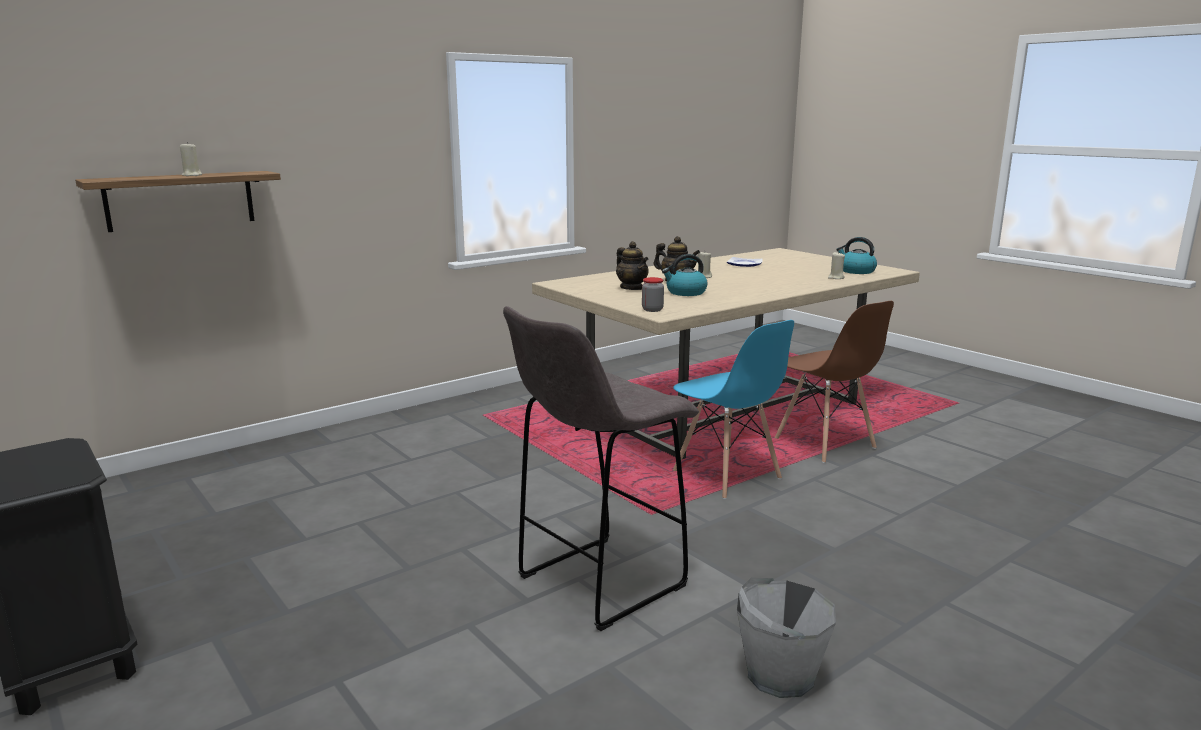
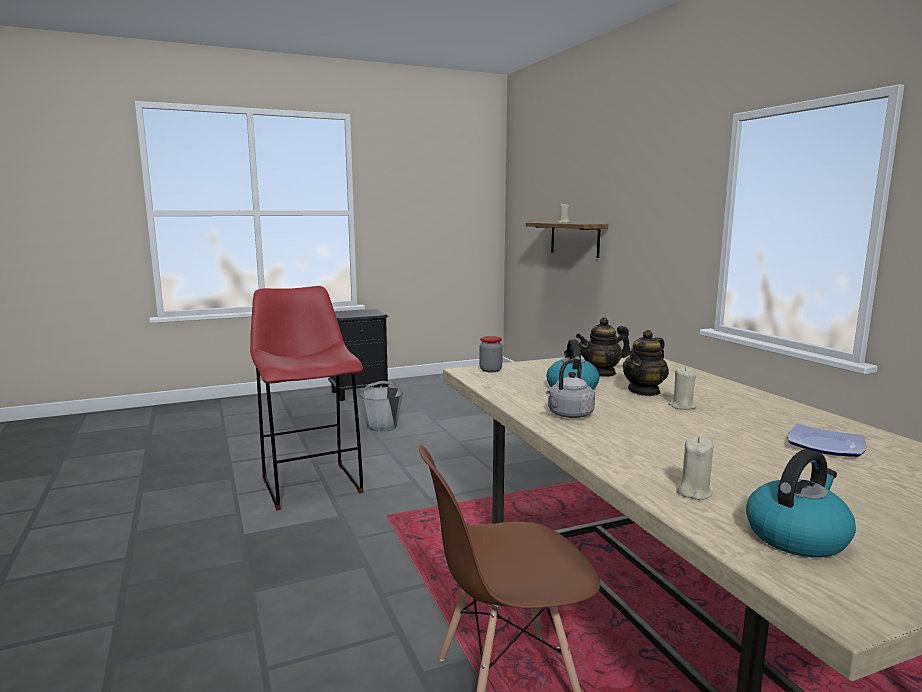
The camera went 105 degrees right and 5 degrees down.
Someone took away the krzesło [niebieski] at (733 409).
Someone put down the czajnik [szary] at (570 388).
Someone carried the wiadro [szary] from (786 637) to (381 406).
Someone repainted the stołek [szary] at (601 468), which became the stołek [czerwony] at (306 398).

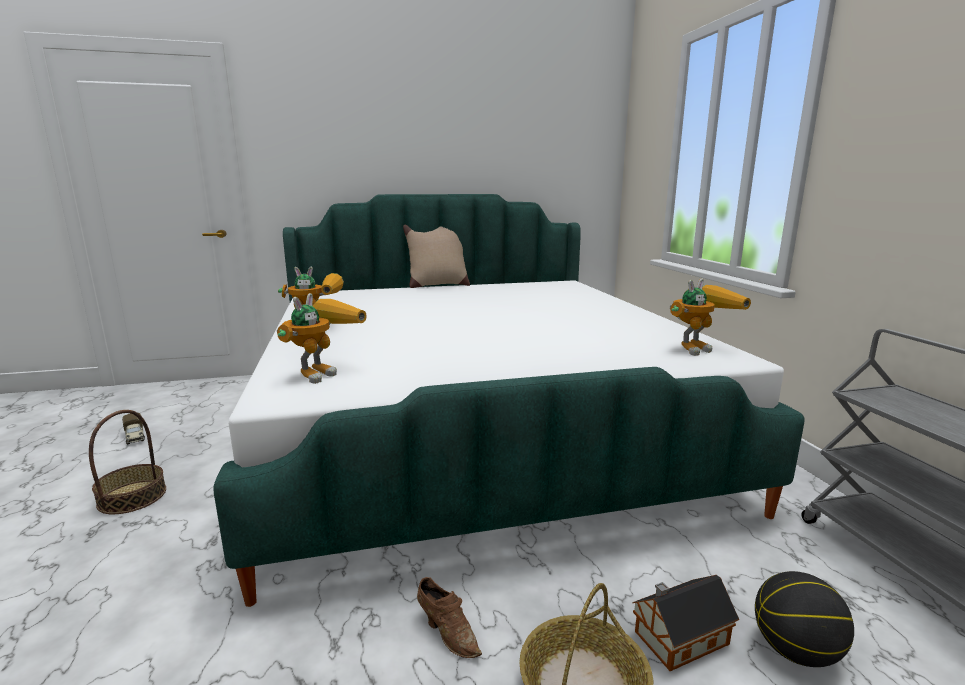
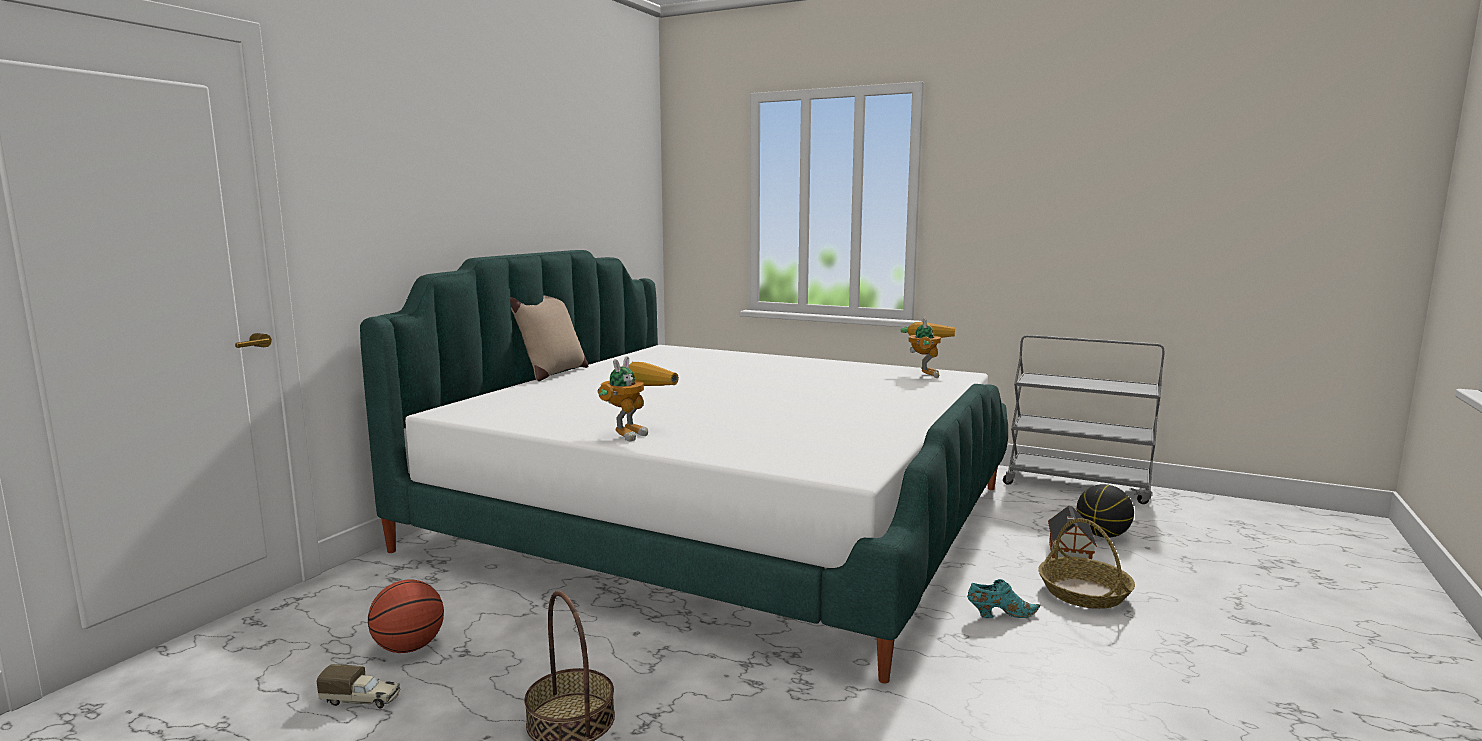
The camera went 50 degrees left and 5 degrees down.
Someone took away the robot zabawkowy at (322 338).
Someone put down the piłka do koszykówki at (406 616).
Someone repainted the but [brązowy] at (449 617), which became the but [turkusowy] at (1004 598).

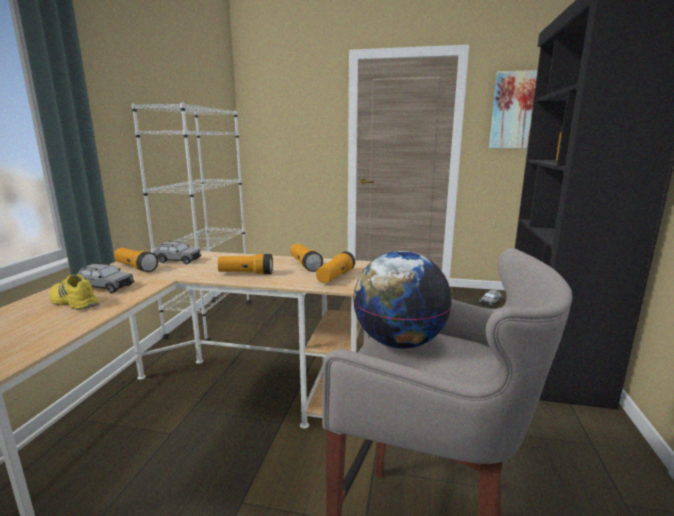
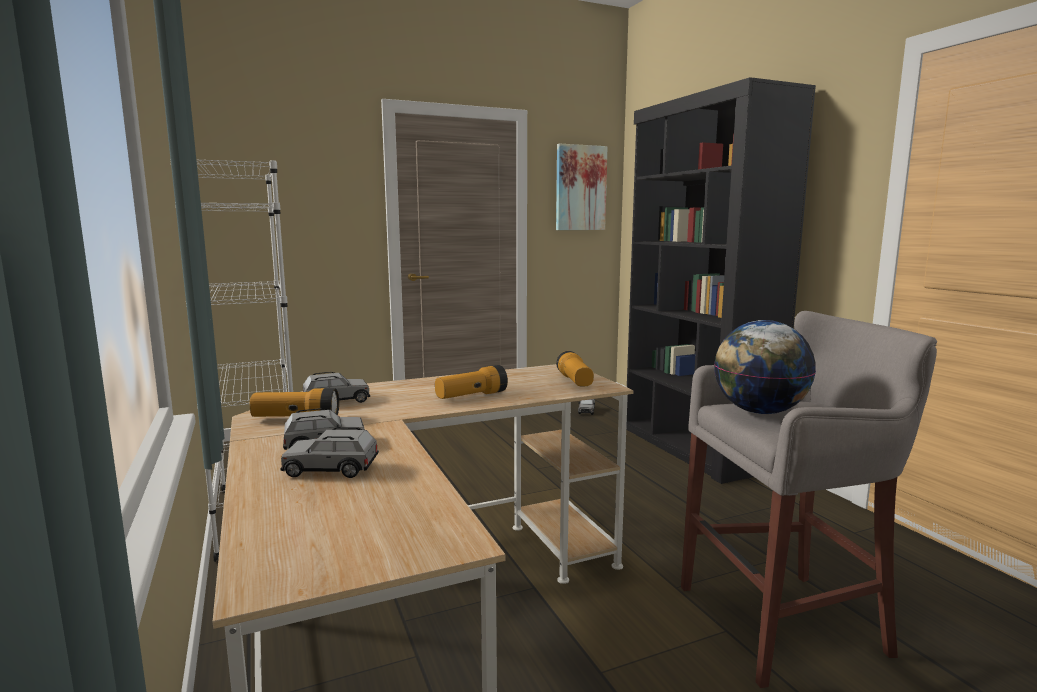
The camera went 35 degrees left and 5 degrees down.
Someone took away the latarka at (306 258).
Someone swapped the but [żółty] at (74 292) for the samochodzik [szary] at (329 452).

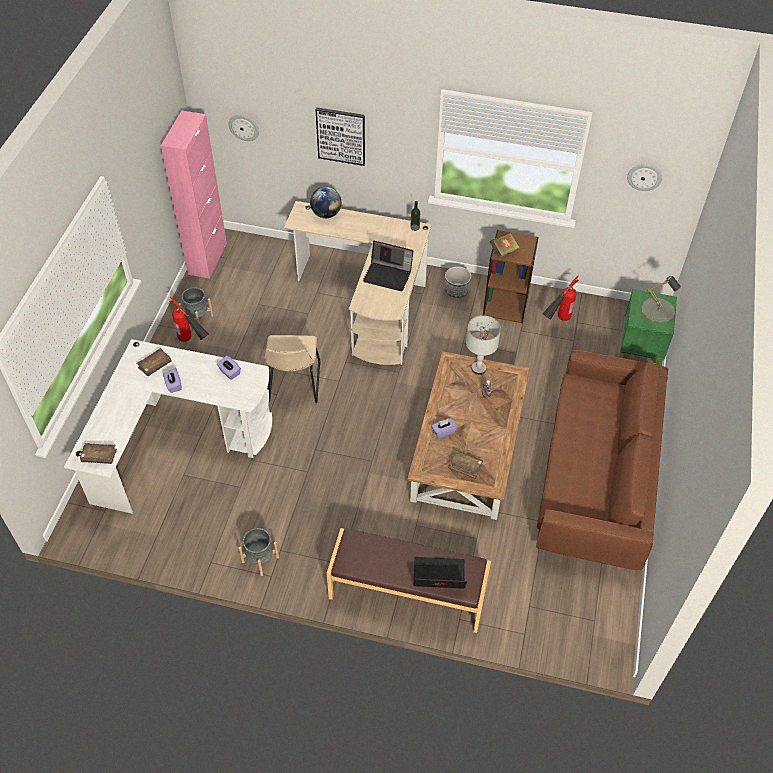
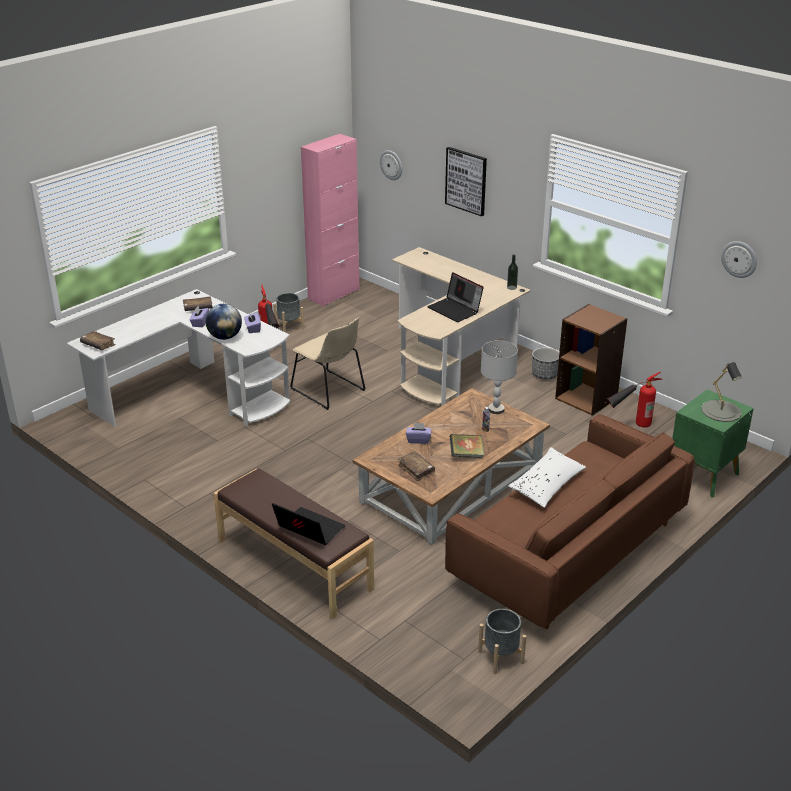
The camera went 30 degrees right and 20 degrees down.
Someone put down the poduszka [biały] at (547 477).
Someone carried the donica [szary] from (259 552) to (502 641).
Someone carried the globus from (325 202) to (224 322).
Someone carried the książka from (505 245) to (467 446).
Someone rotated the krzesło [beżowy] at (292 369) by 75 degrees counterclockwise.

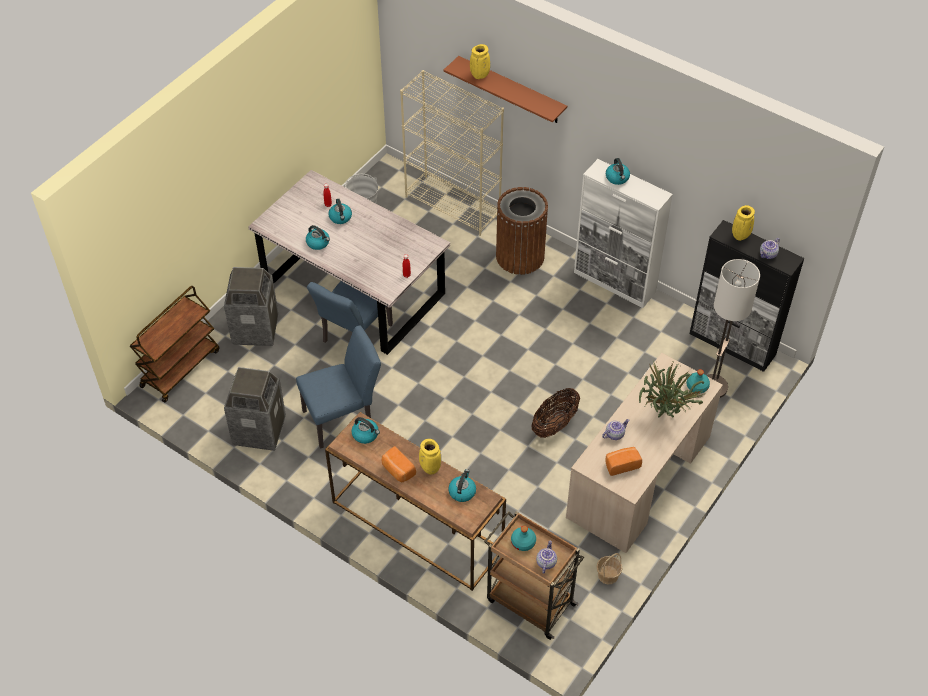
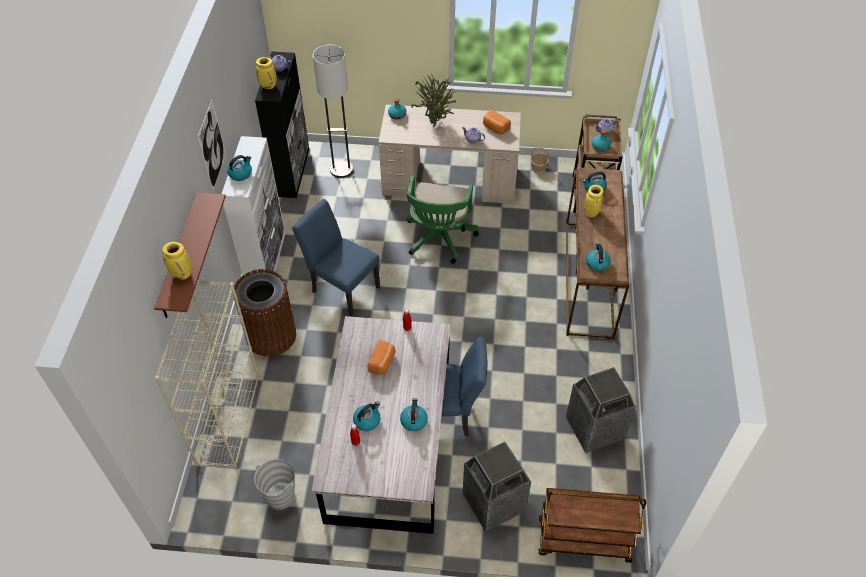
The camera went 120 degrees left and 0 degrees up.
Someone put up the obraz at (211 145).
Someone carried the krzesło [niebieski] from (338 387) to (336 257).
Someone carried the chleb from (399 464) to (381 357).
Someone swapped the koszyk at (555 413) for the krzesło biurowe [zielony] at (442 220).

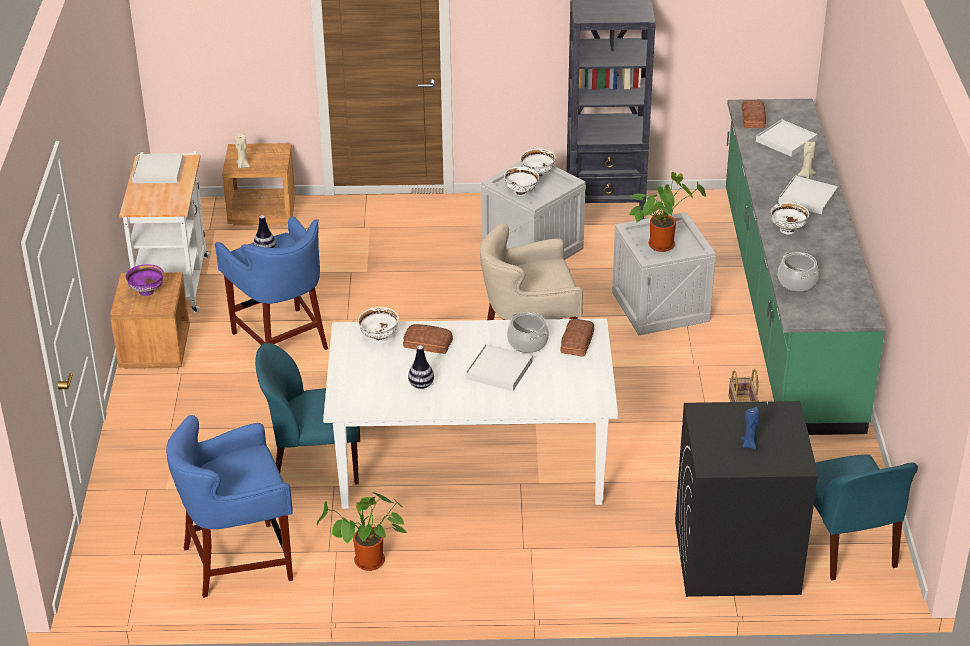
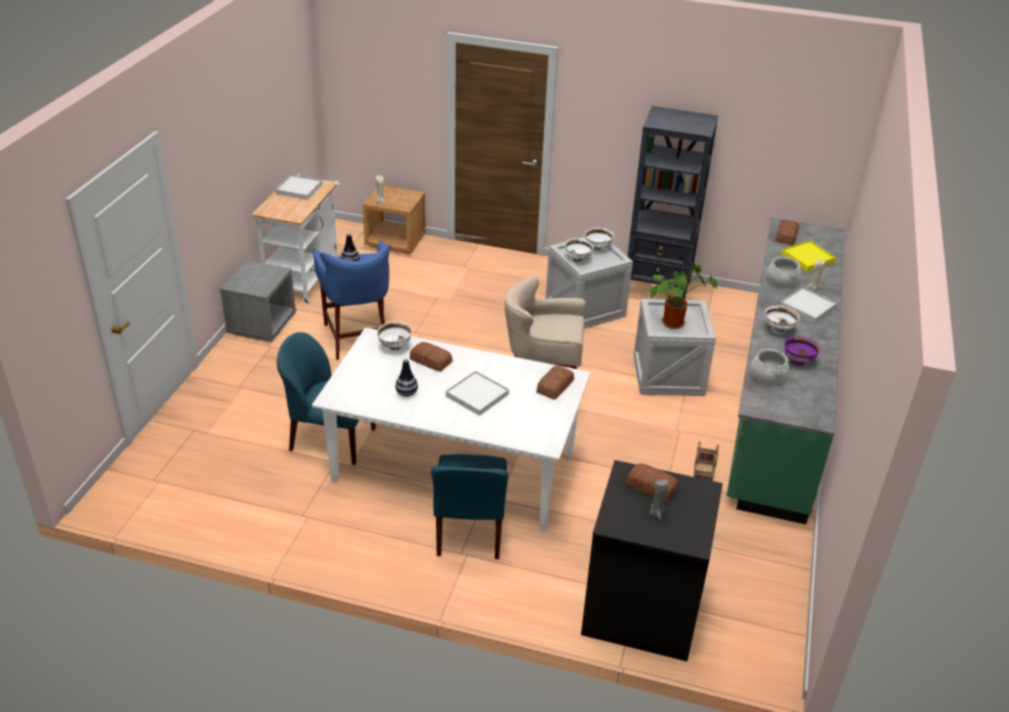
The camera went 15 degrees right and 0 degrees up.
Someone took away the stołek [niebieski] at (229 506).
Someone took away the roślina doniczkowa at (362 531).
Someone put down the chleb at (652 482).
Someone carried the miska [fioletowy] from (145 280) to (802 351).
Someone carried the garnek from (528 332) to (784 272).
Someone carried the krzesło [niebieski] from (866 517) to (469 506).
Someone repainted the szafka nocna [brązowy] at (150 320), which became the szafka nocna [szary] at (258 301).
Someone repainted the świeca [niebieski] at (750 428), which became the świeca [szary] at (658 499).
Someone repainted the taca [biały] at (787 138), which became the taca [żółty] at (808 255).

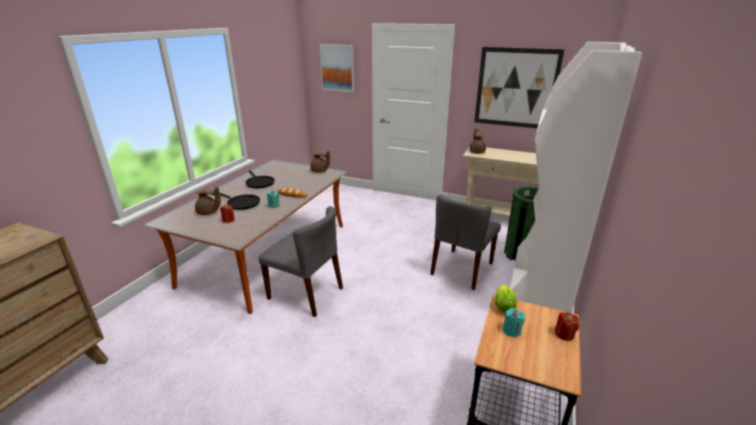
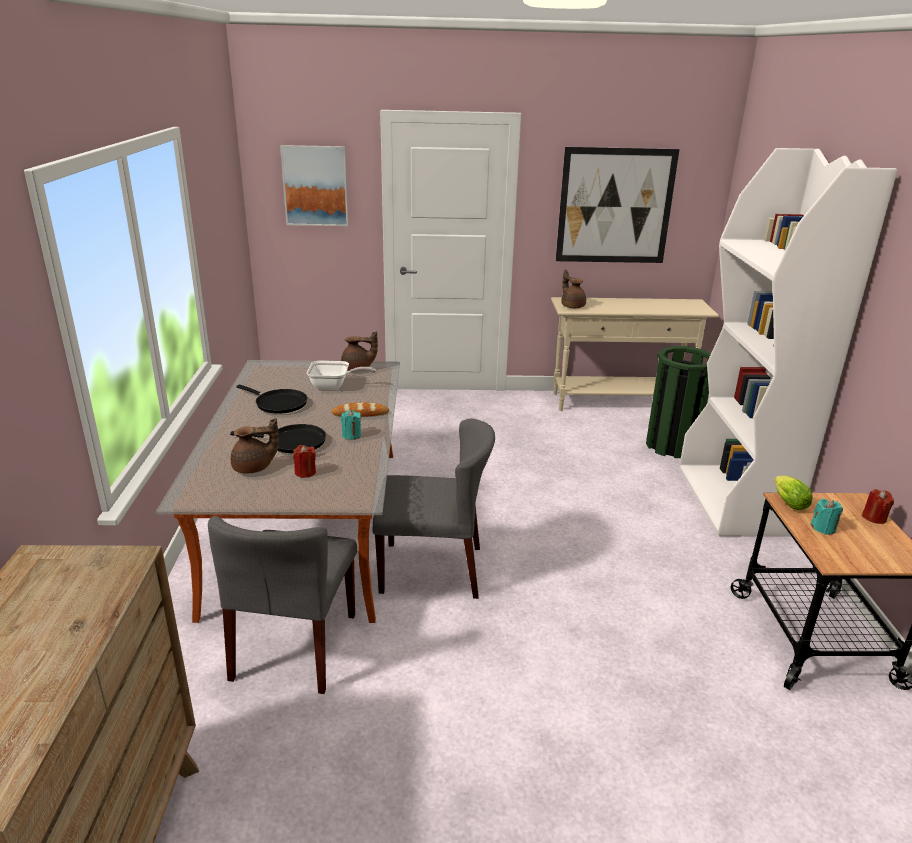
The camera went 25 degrees left and 0 degrees up.
Someone put down the patelnia at (341 375).
Someone carried the krzesło [szary] from (465 242) to (282 605).

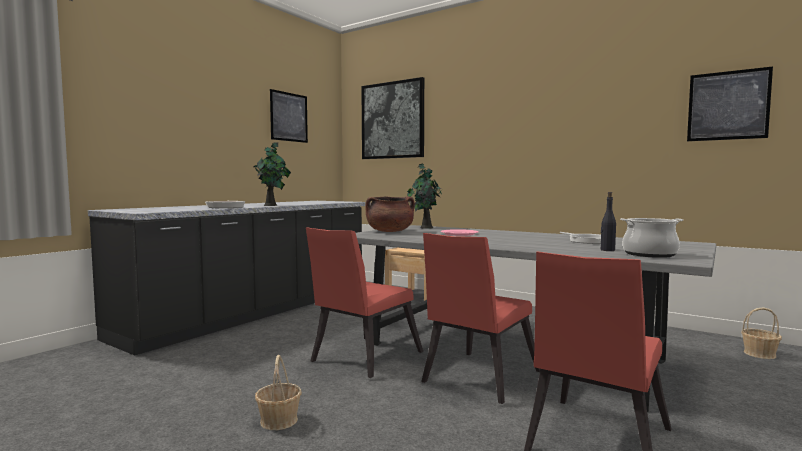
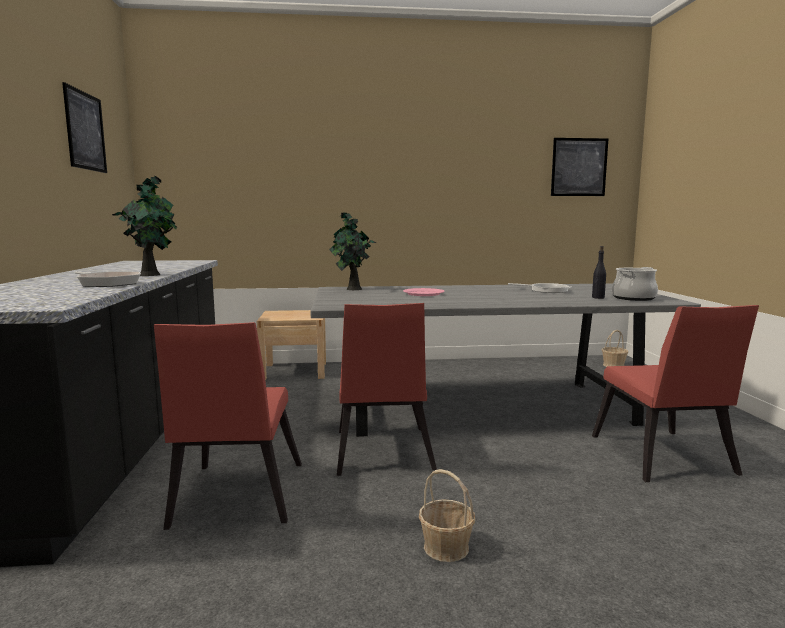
The camera went 40 degrees left and 5 degrees up.
Someone took away the obraz at (392 118).
Someone took away the garnek [brązowy] at (390 214).
Someone carried the krzesło [czerwony] from (480 318) to (228 426).

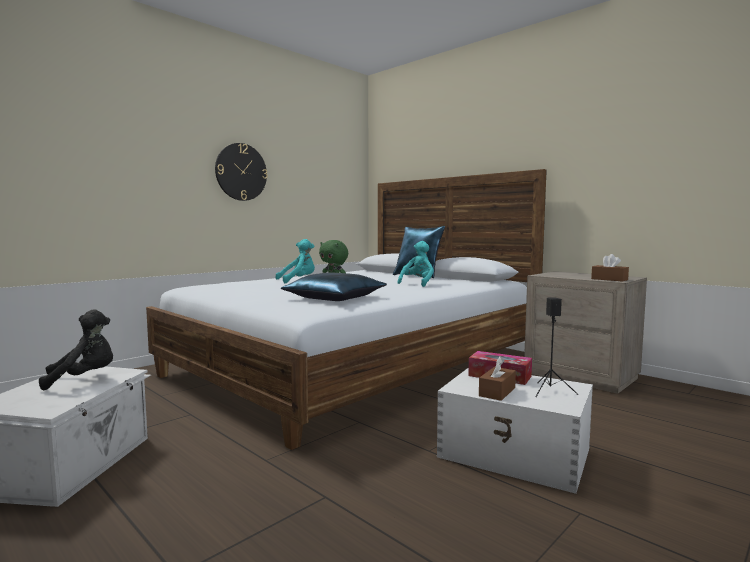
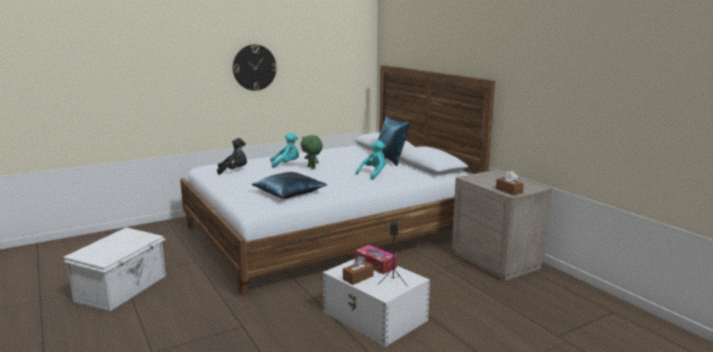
The camera went 15 degrees right and 10 degrees up.
Someone carried the pluszak [czarny] from (76 350) to (232 156).

